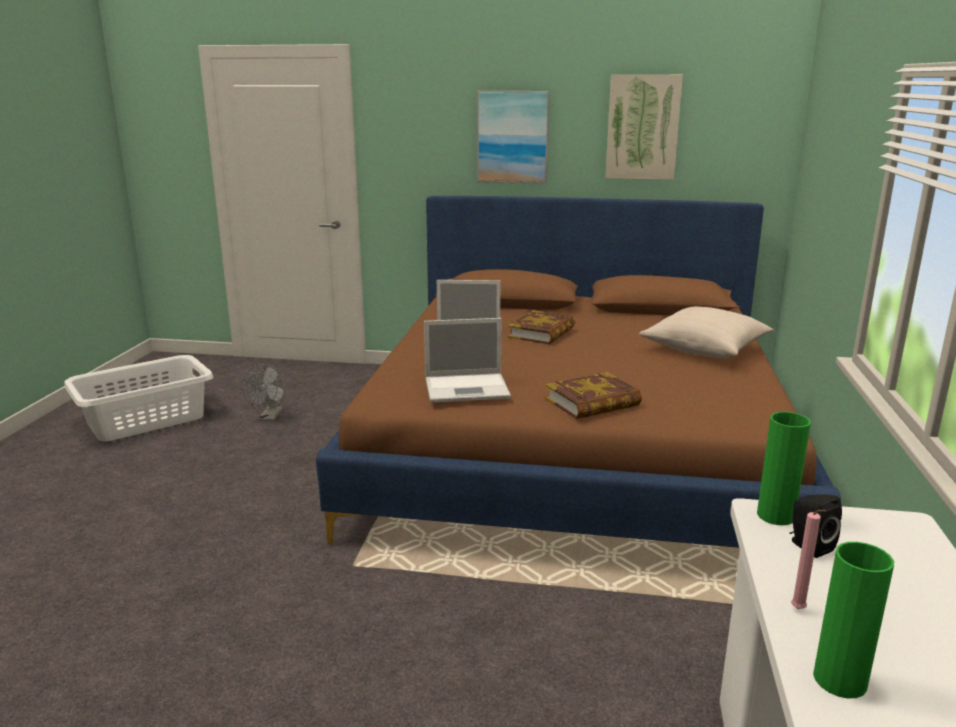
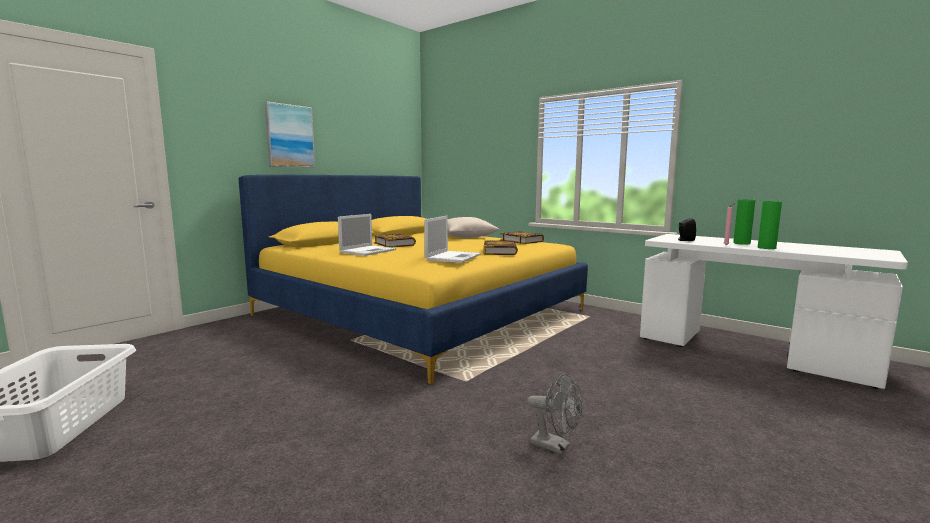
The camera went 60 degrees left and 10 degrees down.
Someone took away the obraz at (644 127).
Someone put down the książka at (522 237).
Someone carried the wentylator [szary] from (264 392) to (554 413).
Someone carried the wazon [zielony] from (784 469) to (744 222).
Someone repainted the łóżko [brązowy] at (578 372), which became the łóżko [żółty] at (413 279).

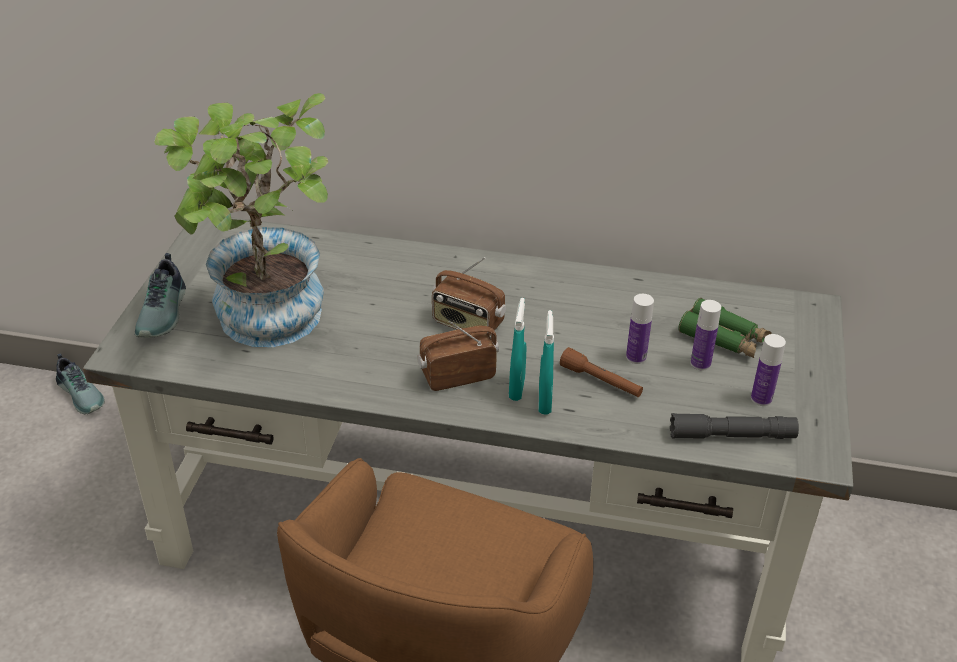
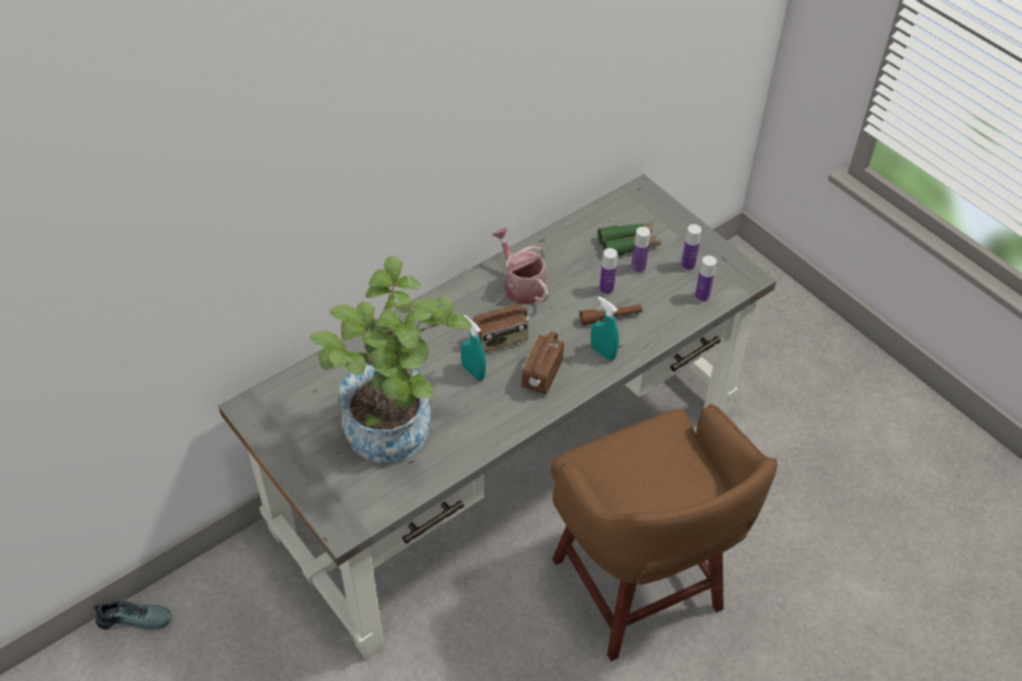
The camera went 50 degrees left and 10 degrees up.
Someone took away the but at (160 295).
Someone put down the konewka at (520 266).
Someone carried the spryskiwacz [turkusowy] from (517 349) to (473 348).
Someone swapped the latarka [szary] at (734 426) for the butelka at (706 279).

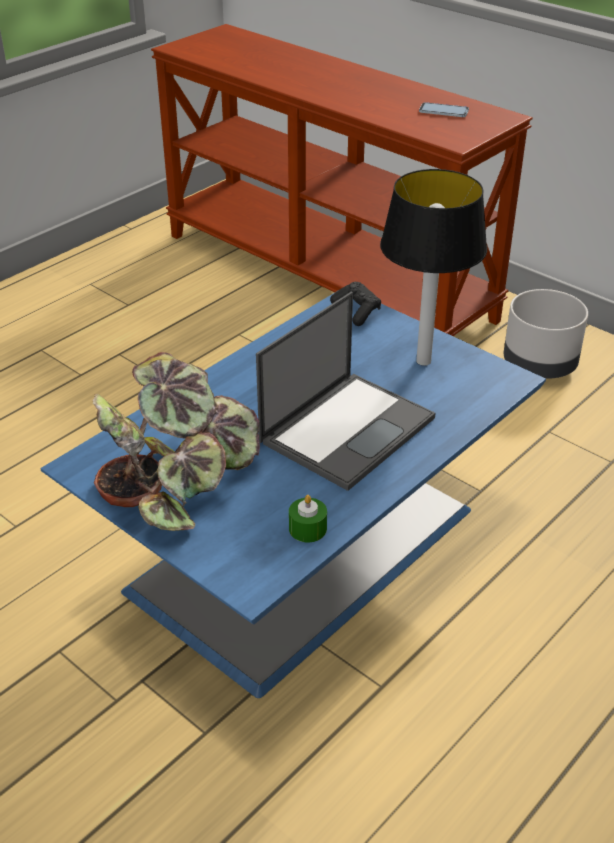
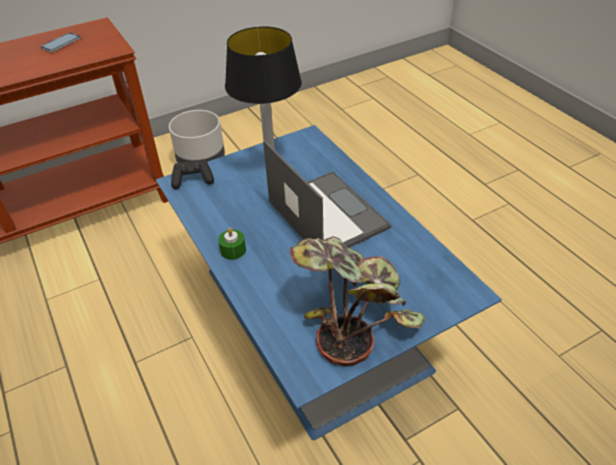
The camera went 70 degrees left and 5 degrees up.
Someone carried the świeca [zielony] from (308 518) to (232 244).

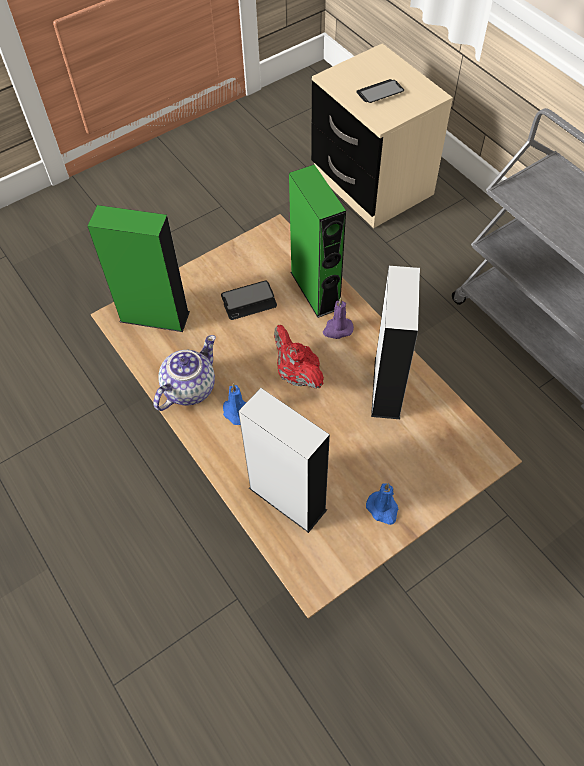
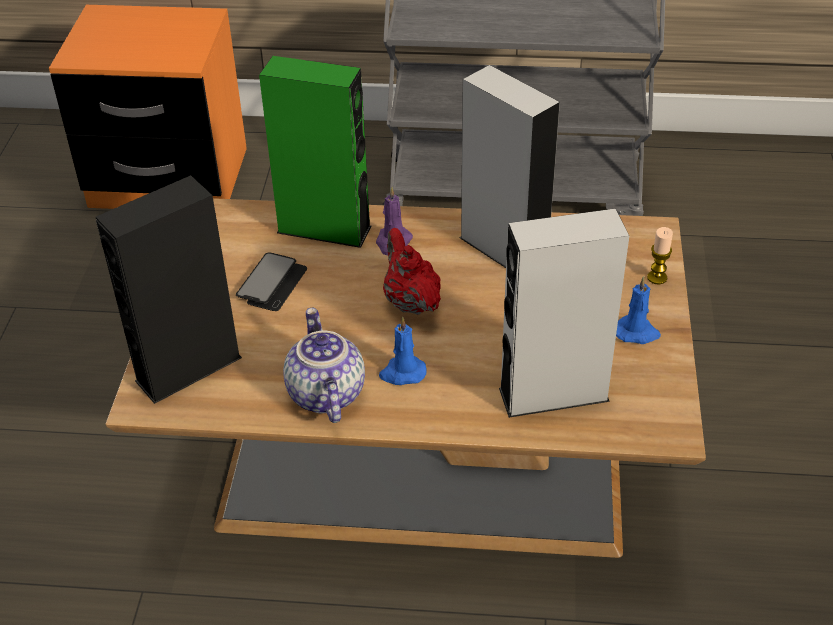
The camera went 50 degrees left and 15 degrees down.
Someone took away the telefon at (380 91).
Someone put down the świeca at (660 255).
Someone repainted the głośnik [zielony] at (139 268), which became the głośnik [czarny] at (169 289).
Someone repainted the szafka nocna [beżowy] at (382 135), which became the szafka nocna [pomarańczowy] at (148 107).
Someone rotated the imbryk [czerwony] at (299 357) by 60 degrees clockwise.

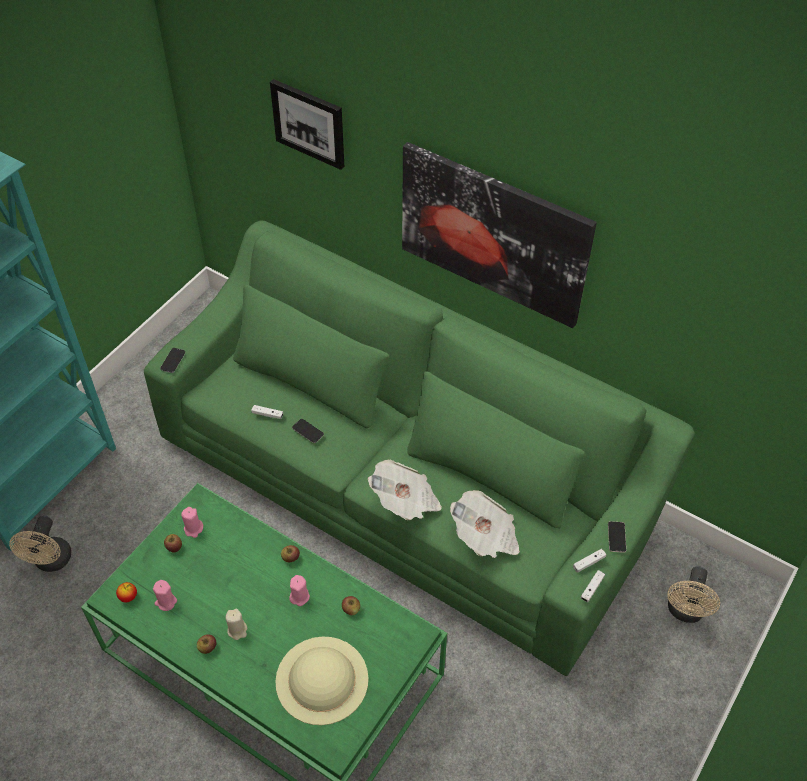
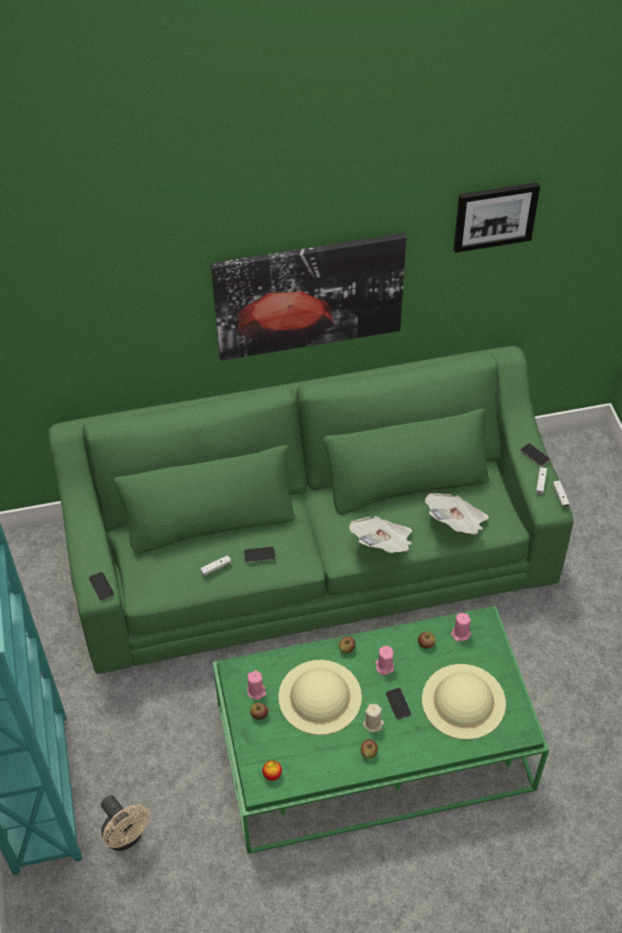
The camera went 45 degrees left and 0 degrees up.
Someone took away the wentylator [beżowy] at (693 594).
Someone put down the kapelusz [beżowy] at (320 697).
Someone put down the telefon at (398 704).
Someone carried the świeca [różowy] from (165 595) to (461 627).
Someone carried the obraz from (307 124) to (497 217).

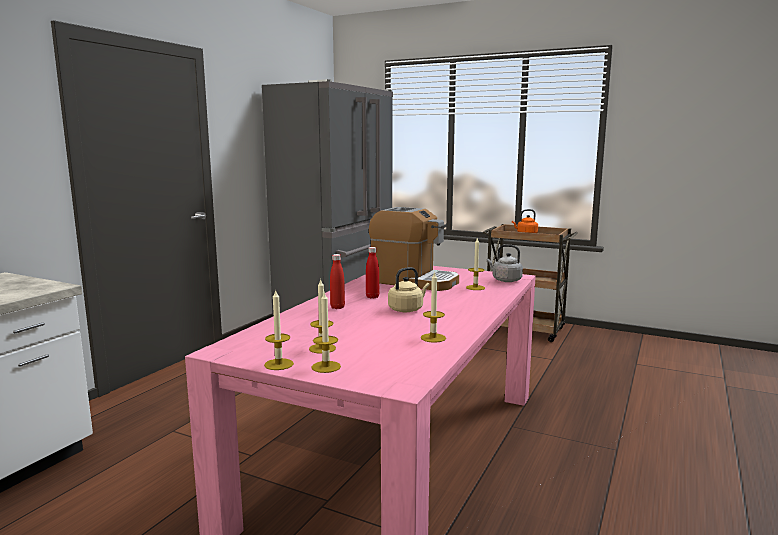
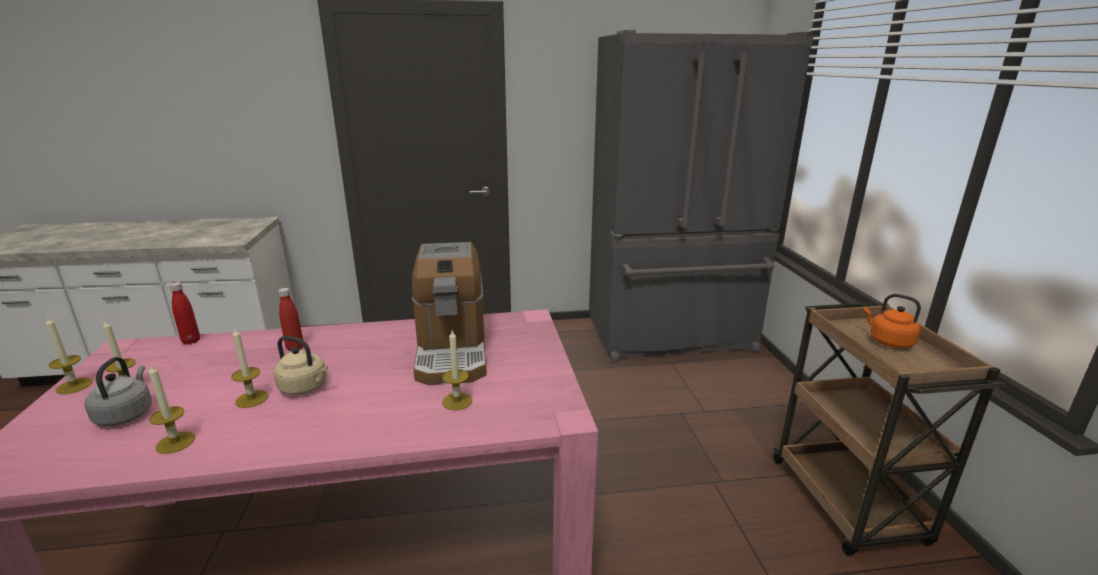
The camera went 55 degrees right and 10 degrees up.
Someone carried the świeca from (326 332) to (249 367).
Someone carried the butelka [czerwony] from (372 272) to (184 313).
Someone carried the czajnik [szary] from (505 263) to (118 391).

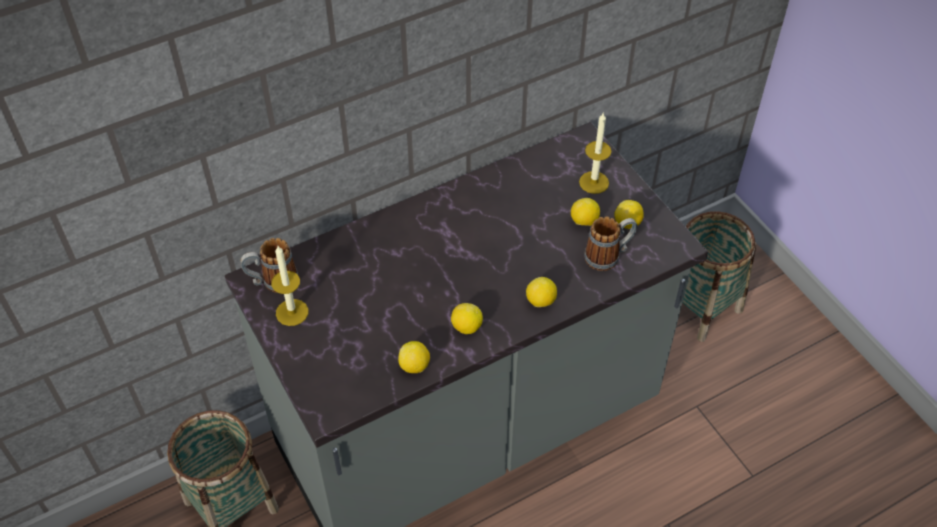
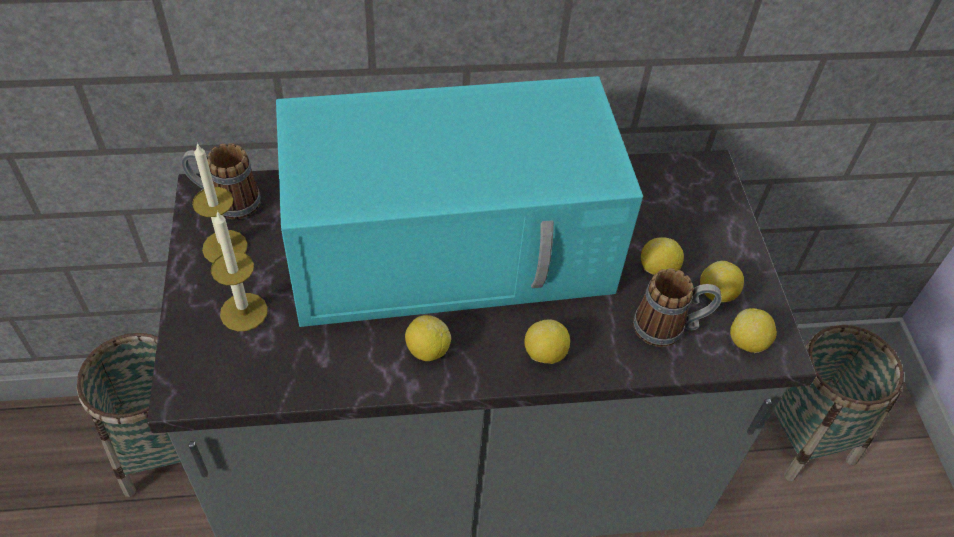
The camera went 20 degrees right and 0 degrees up.
Someone put down the mikrofalówka [turkusowy] at (459 201).
Someone carried the cytryna from (414 357) to (753 330).
Someone carried the świeca from (595 153) to (239 271).

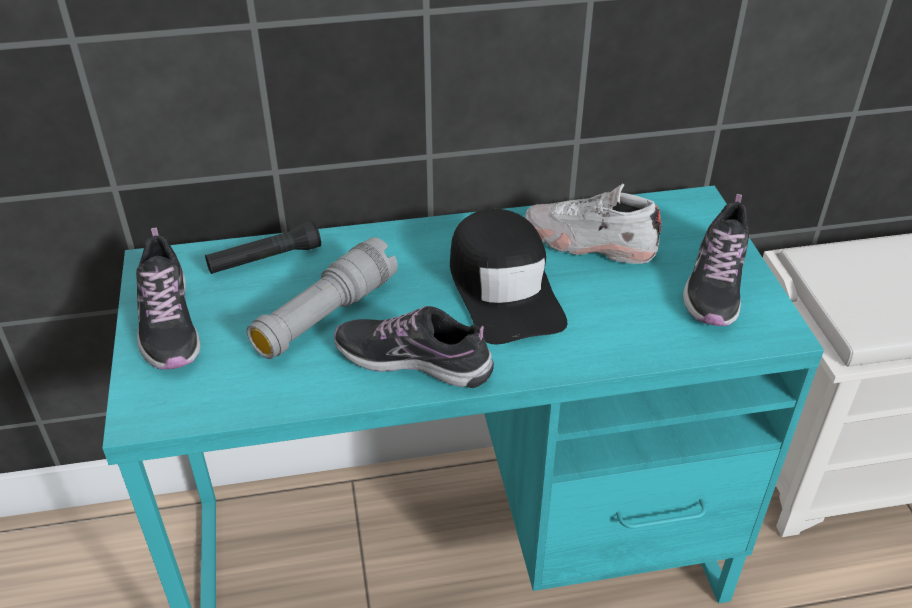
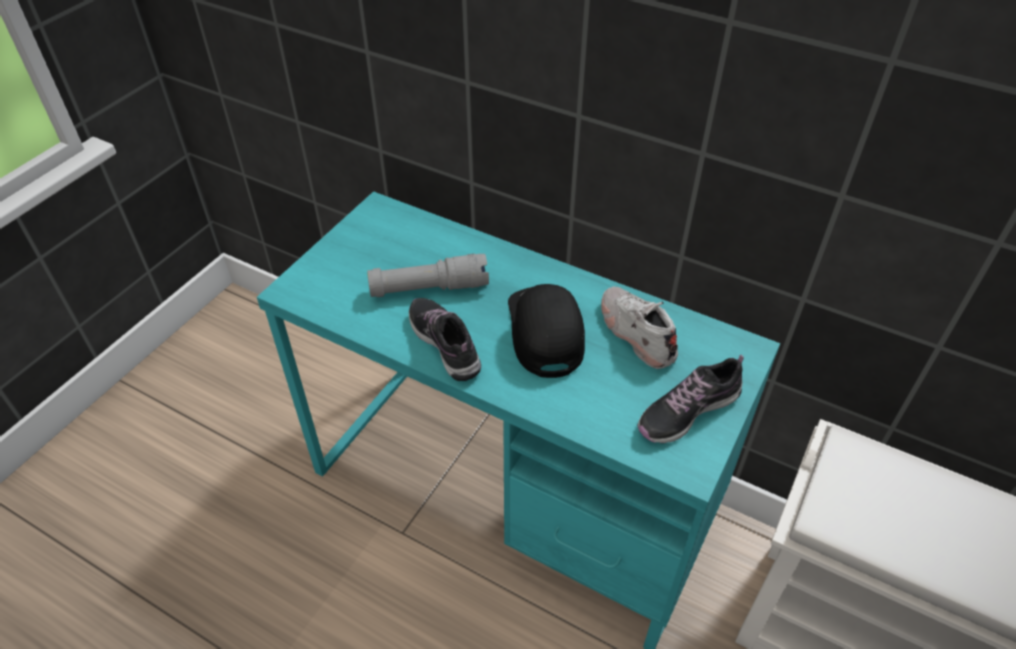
The camera went 40 degrees right and 5 degrees up.
Someone took away the but at (168 299).
Someone took away the latarka [czarny] at (263 247).
Someone rotated the czapka z daszkiem [czarny] at (508 277) by 150 degrees clockwise.

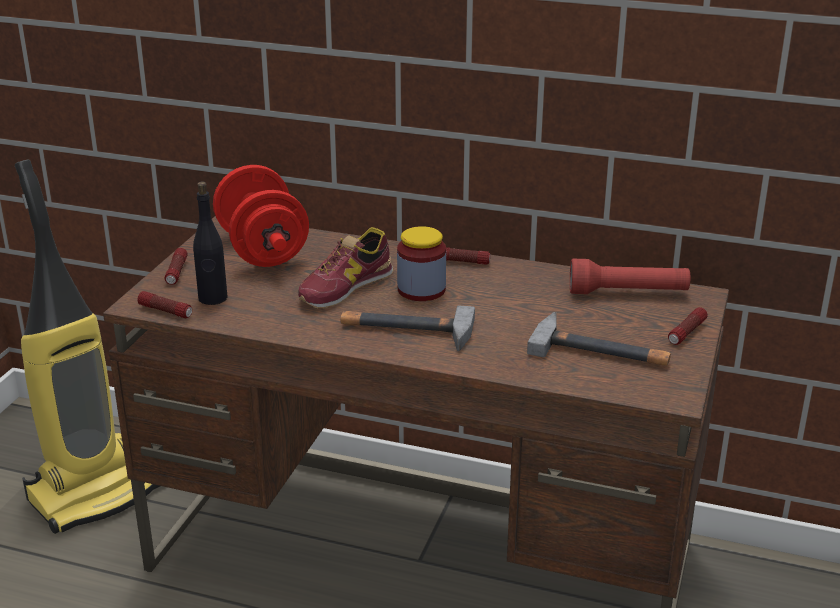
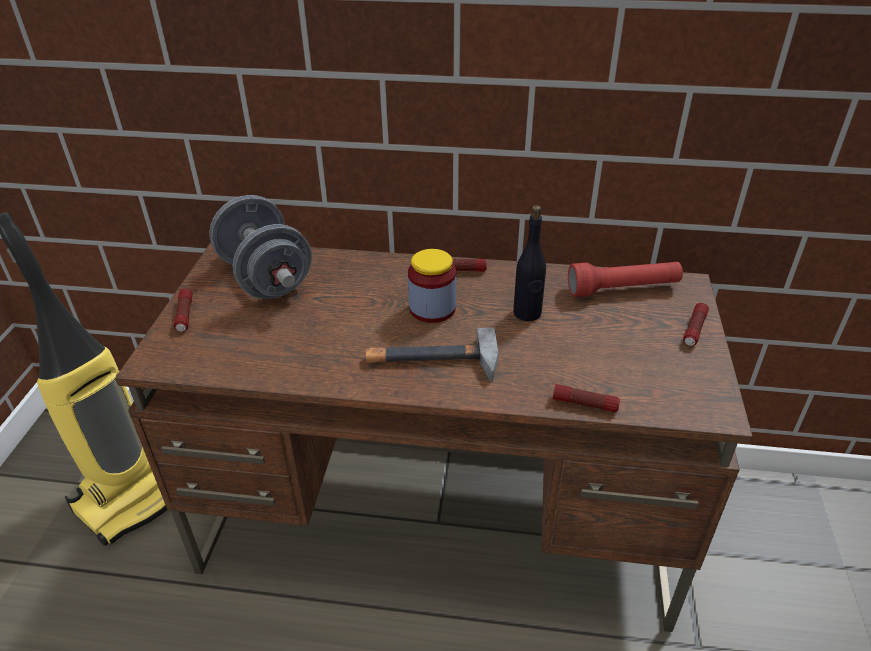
The camera went 10 degrees left and 10 degrees up.
Someone took away the but at (346 268).
Someone took away the młotek at (599 339).
Someone carried the latarka from (165 304) to (586 398).
Someone carried the butelka [czarny] from (210 243) to (529 263).
Someone repainted the hantel [czerwony] at (261 216), which became the hantel [szary] at (260 247).

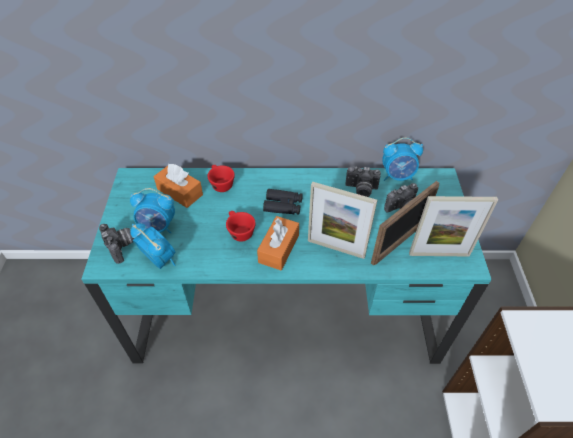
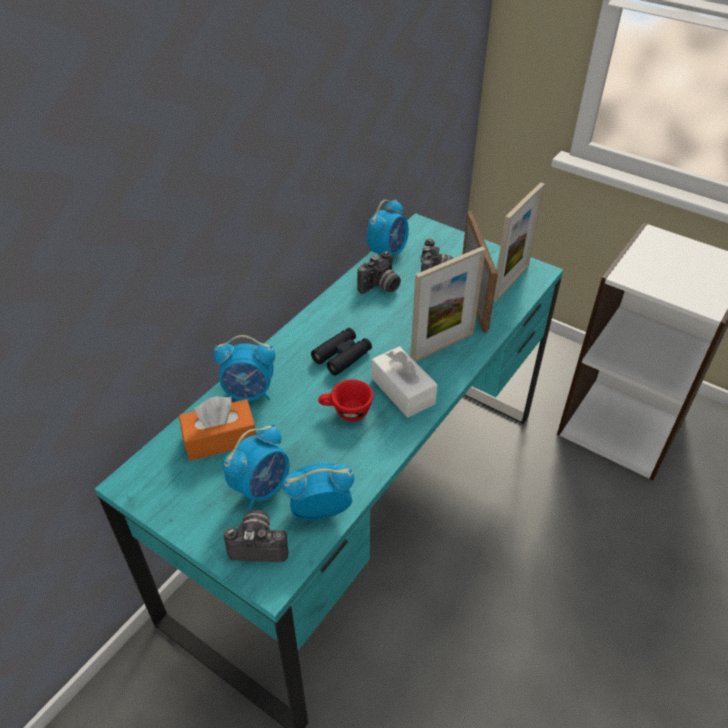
The camera went 55 degrees left and 5 degrees down.
Someone swapped the filiżanka [czerwony] at (221 178) for the budzik at (244 368).
Someone repainted the pudełko chusteczek [pomarańczowy] at (278 243), which became the pudełko chusteczek [biały] at (405 382).

